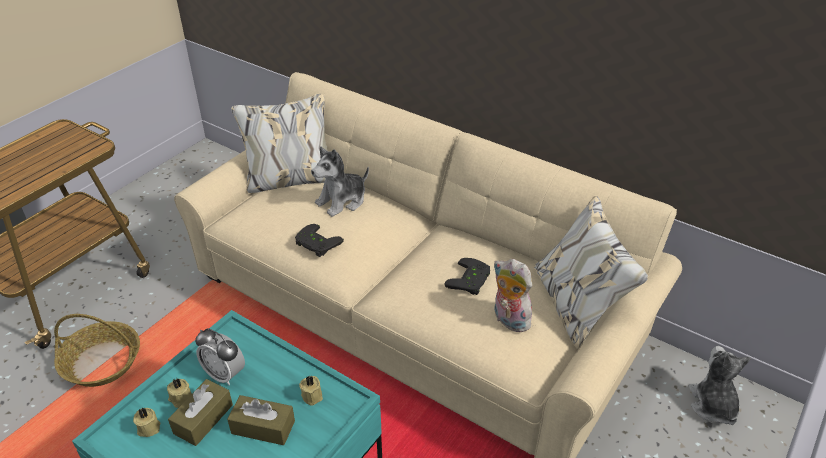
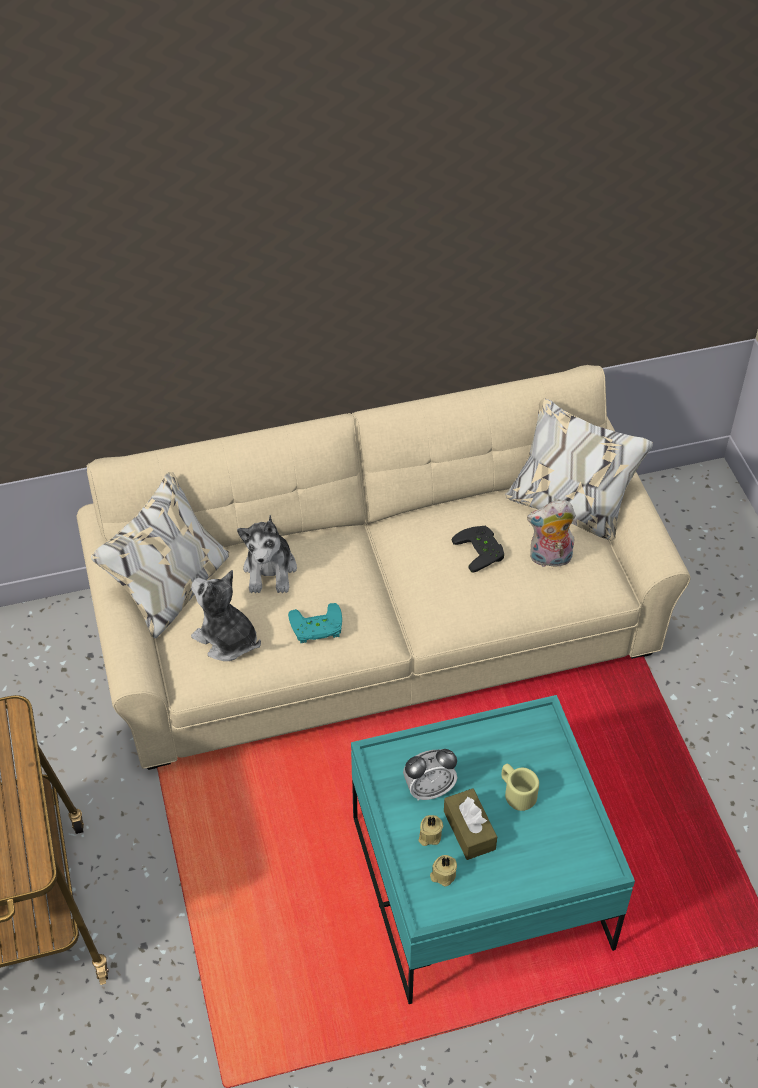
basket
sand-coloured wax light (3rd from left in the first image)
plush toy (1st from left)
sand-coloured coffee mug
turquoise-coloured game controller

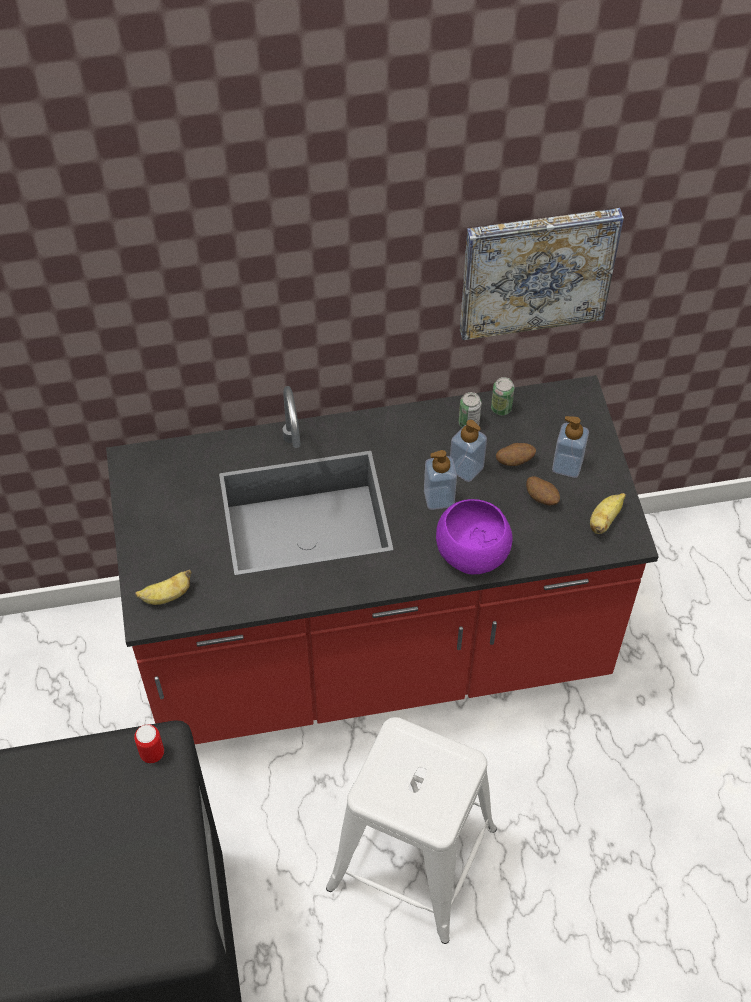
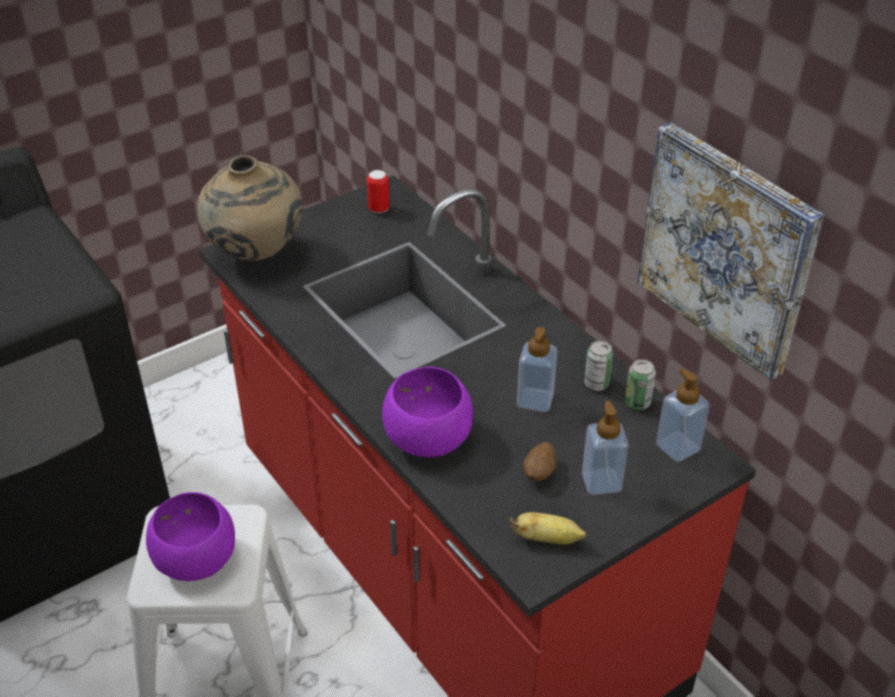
potato (1st from left in the first image)
purple-coloured bowl (1st from left)
can (1st from left)
soap dispenser (3rd from left)
sand-coloured vase

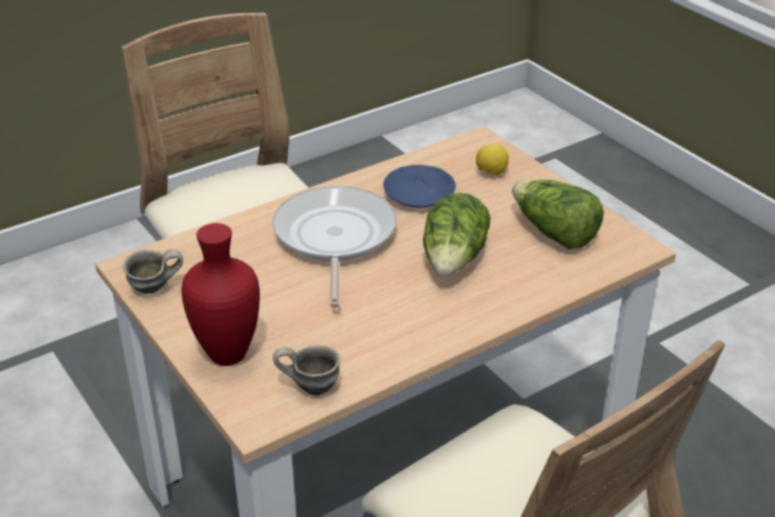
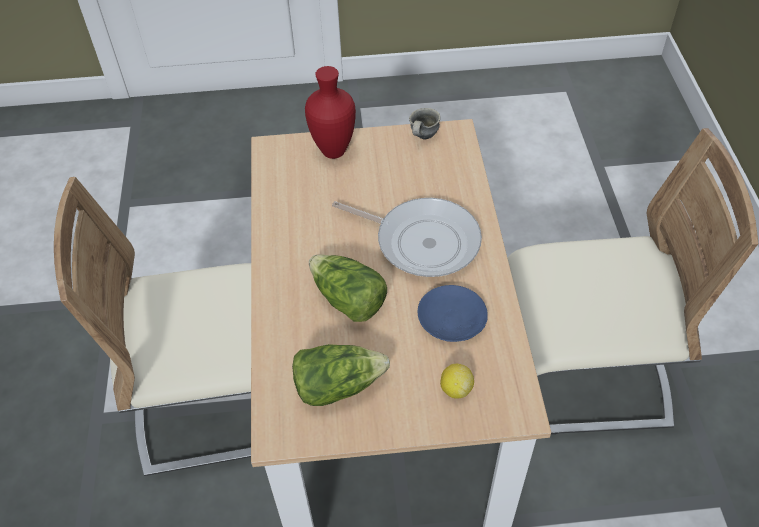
grey coffee mug (2nd from left in the first image)

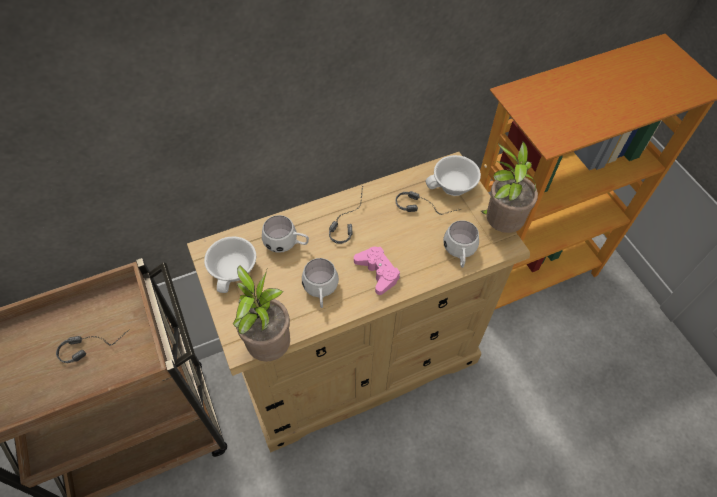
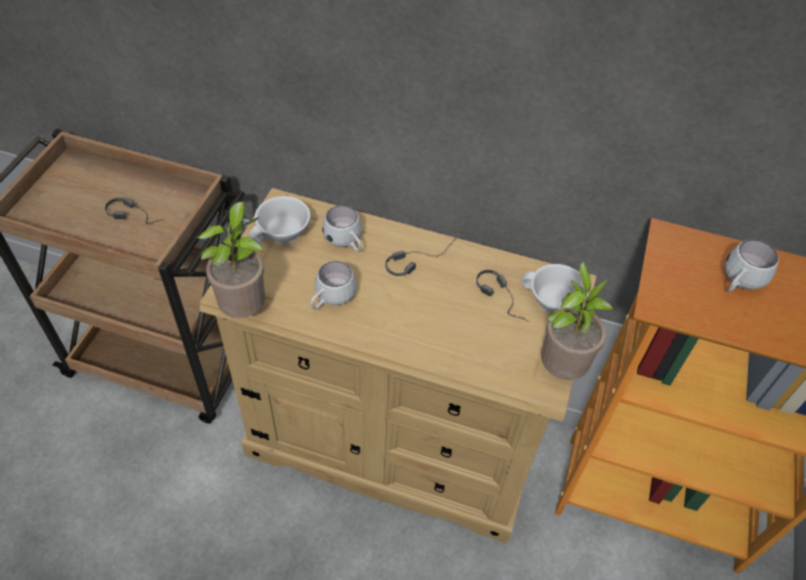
pink game controller
whitish coffee mug (3rd from left)

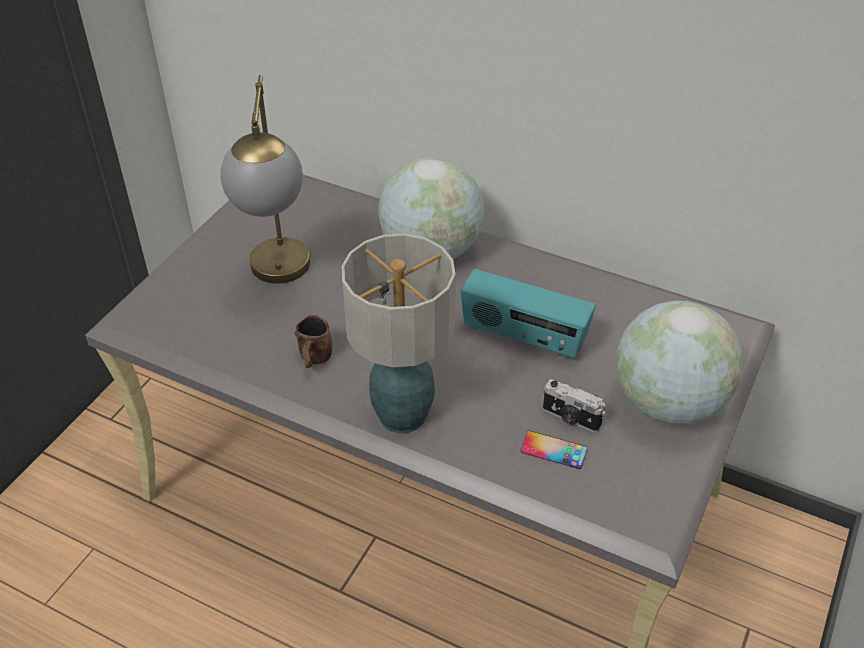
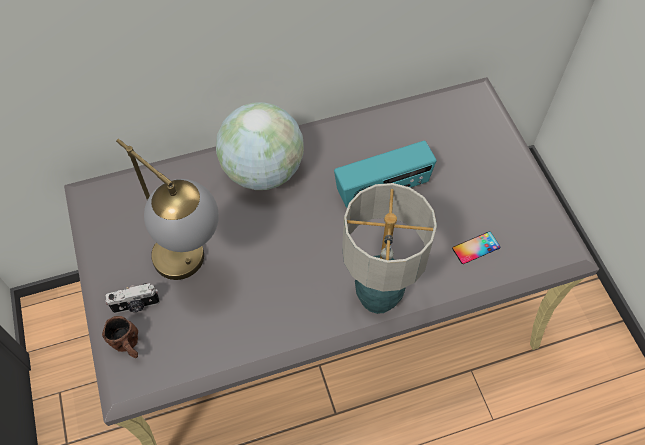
world globe (2nd from left in the first image)
brown-coloured coffee mug
still camera

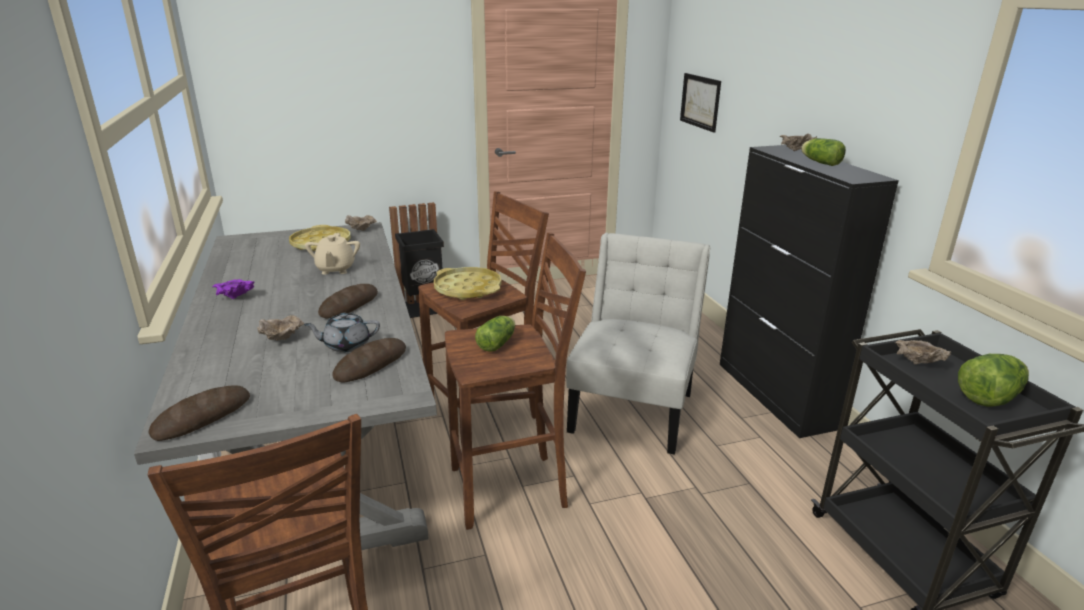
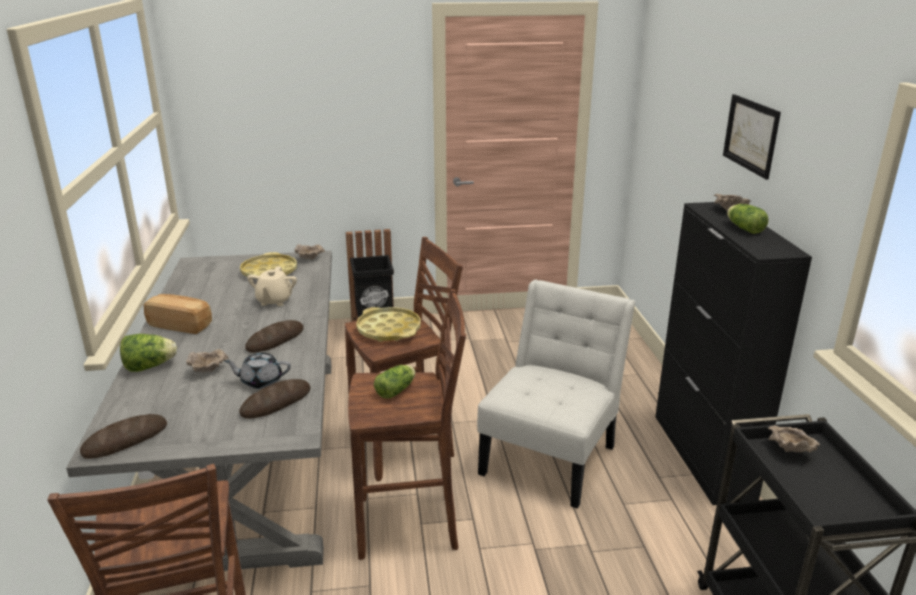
wall picture
lettuce head (1st from left)
bread (2nd from left)

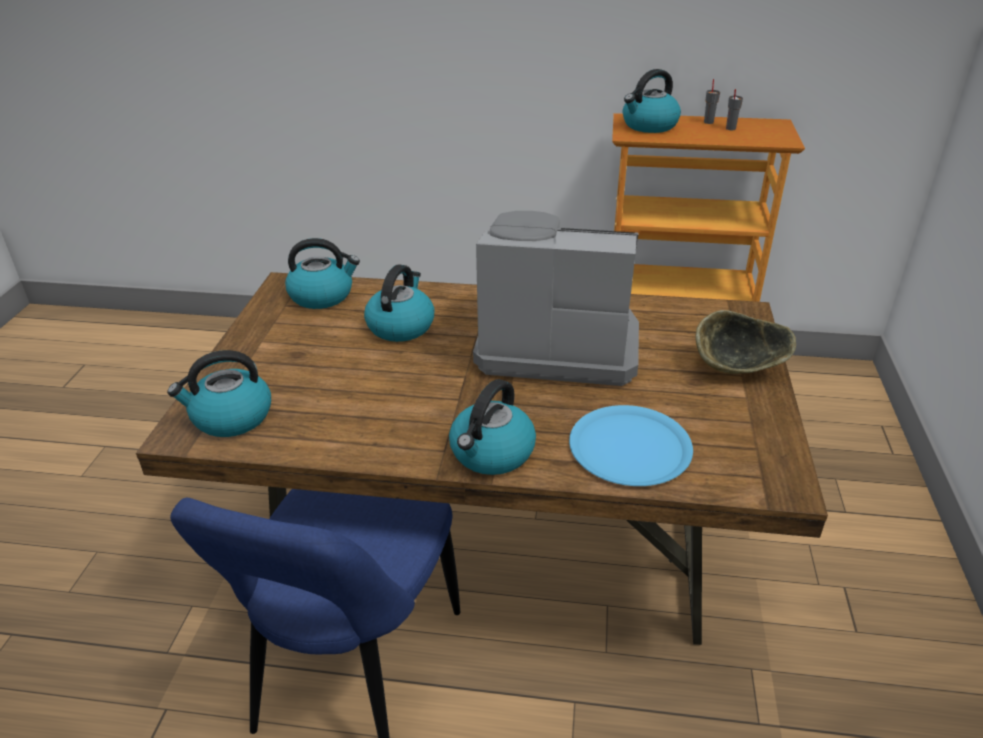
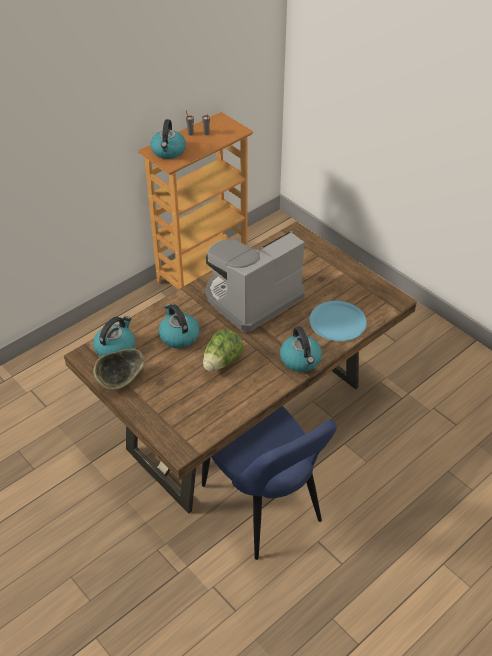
kettle (1st from left in the first image)
lettuce head
bowl

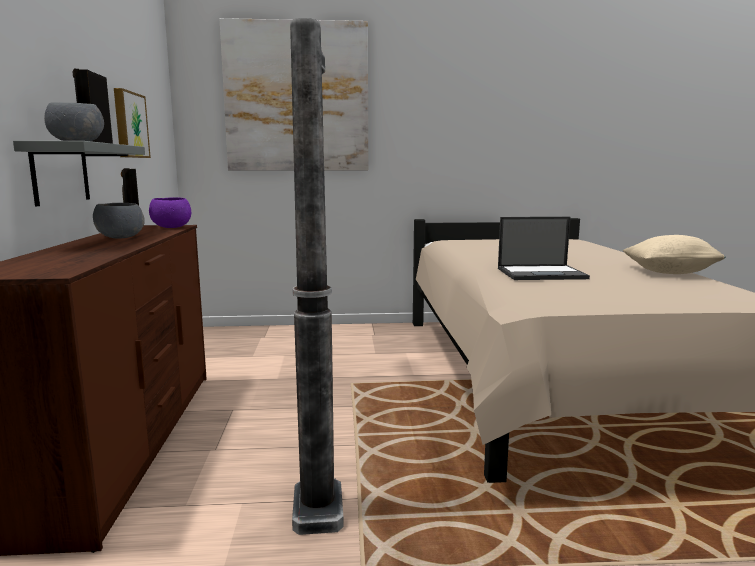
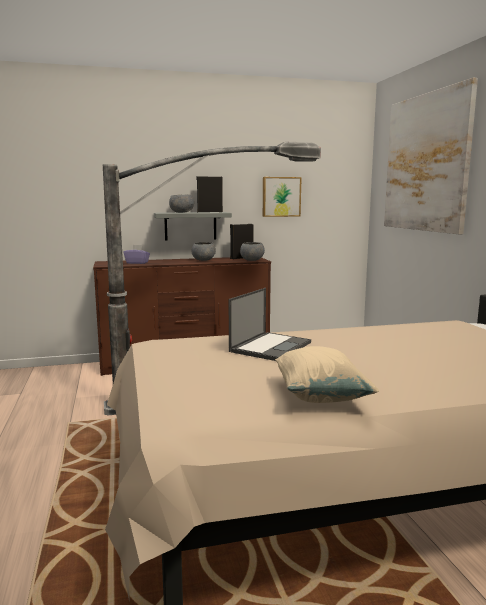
purple-coloured tissue holder
grey bowl (3rd from left)
portable computer

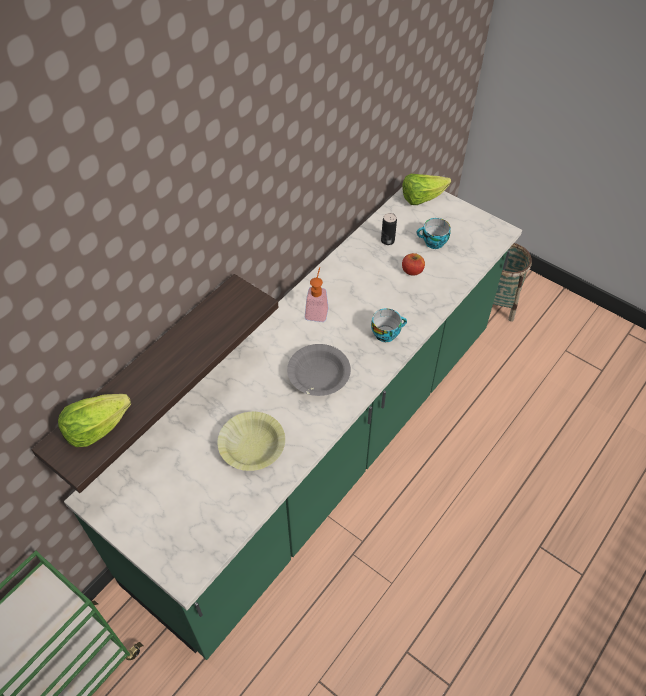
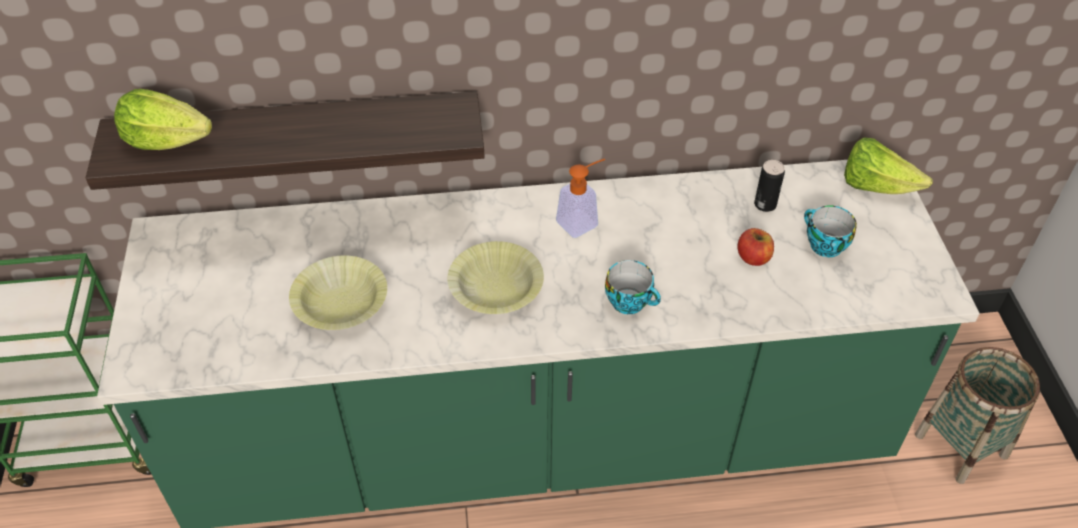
yellow-coloured bowl (2nd from left)

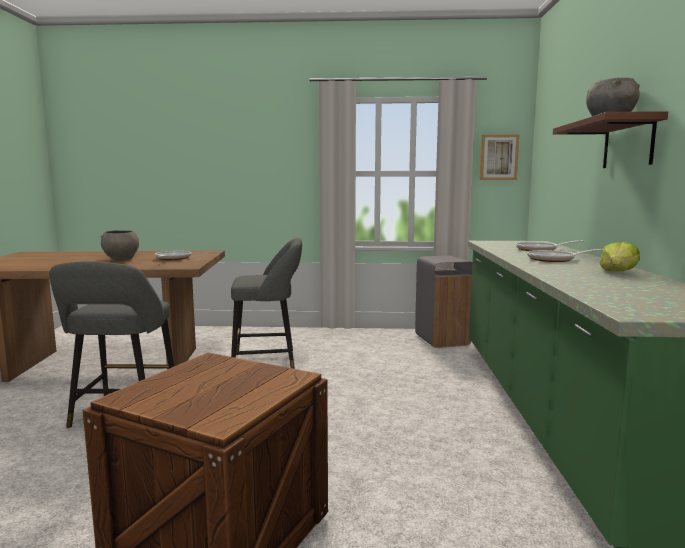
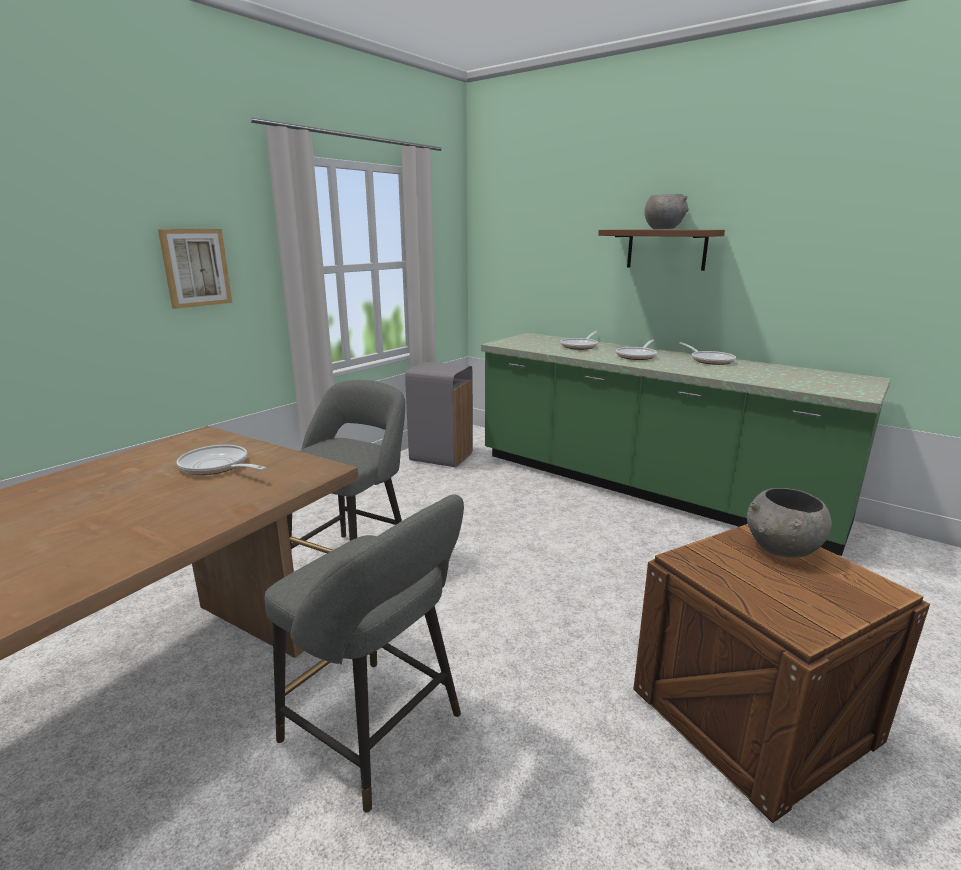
grey bowl (2nd from left)
wall picture
frying pan (4th from left)

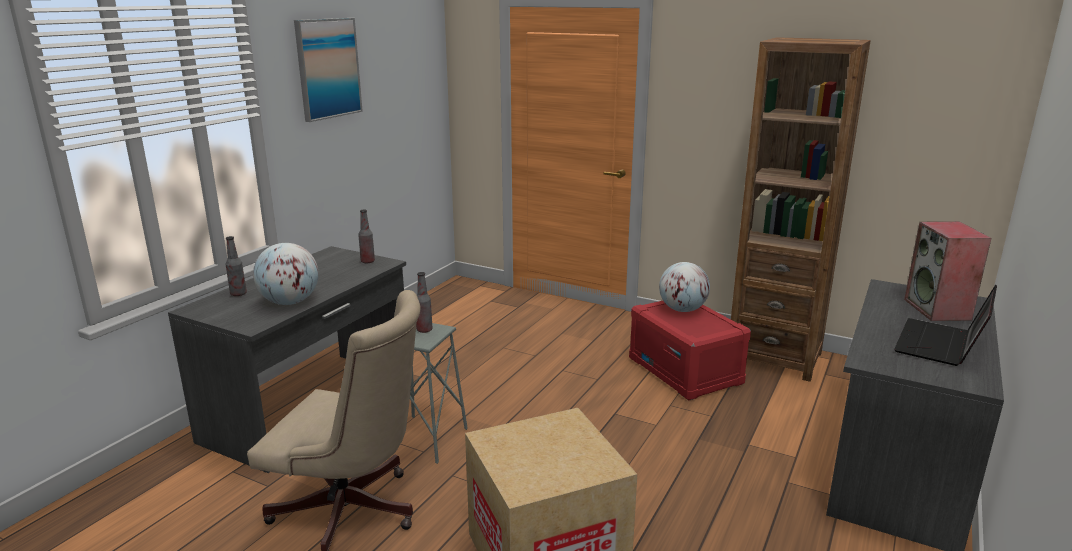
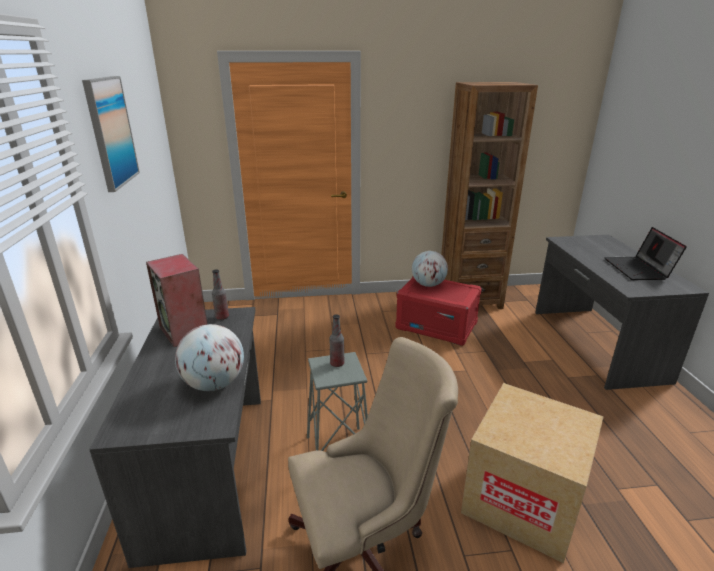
beverage bottle (1st from left in the first image)
speaker

